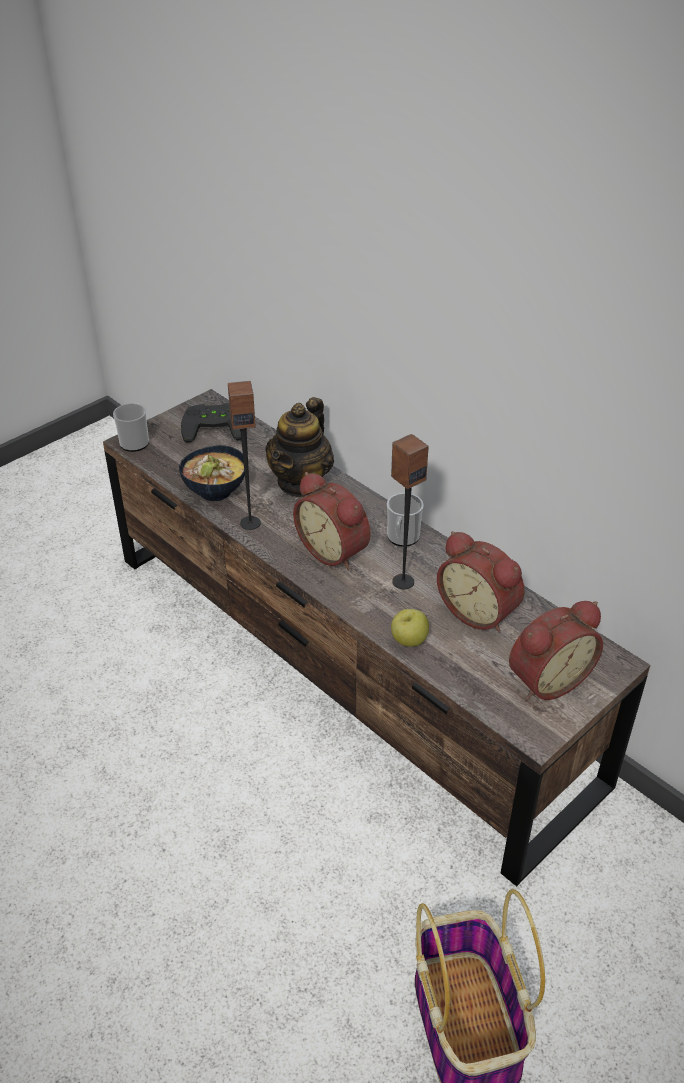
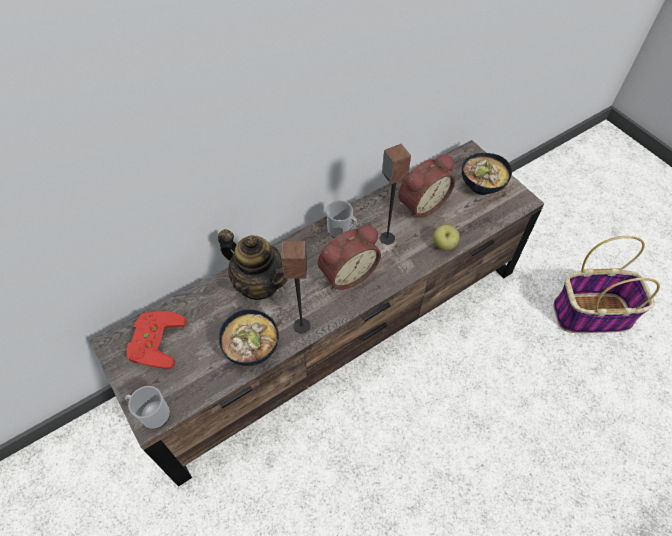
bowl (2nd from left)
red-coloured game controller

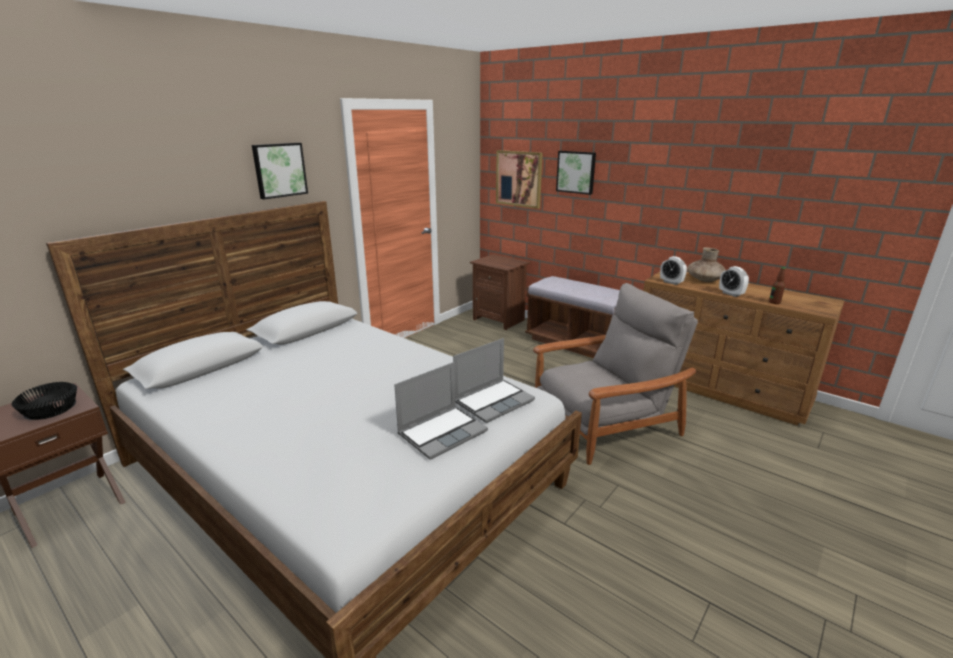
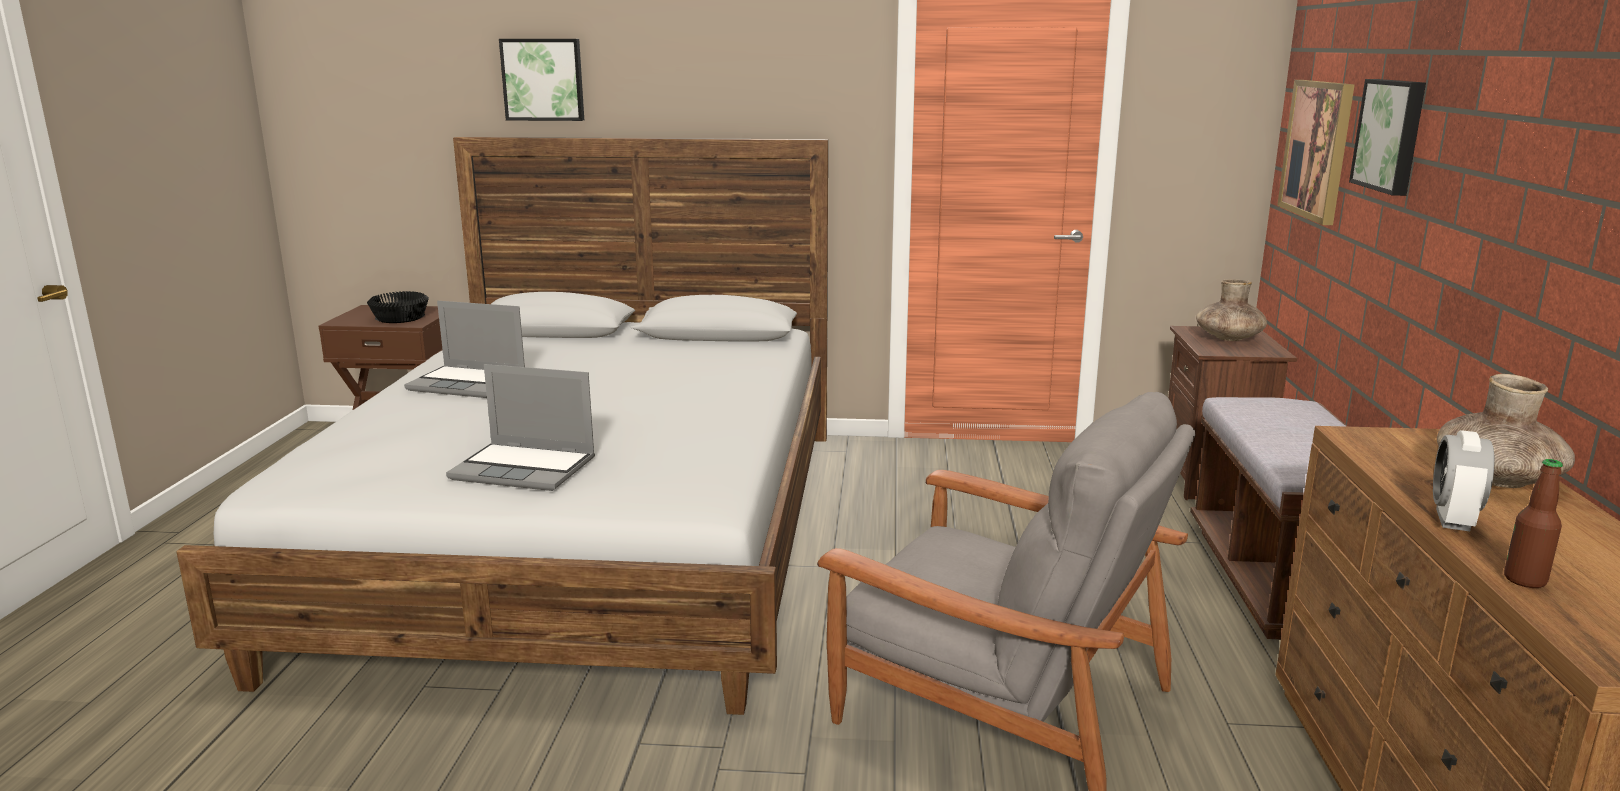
alarm clock (1st from left in the first image)
brown-coloured vase (1st from left)
wall picture (1st from left)
portable computer (1st from left)

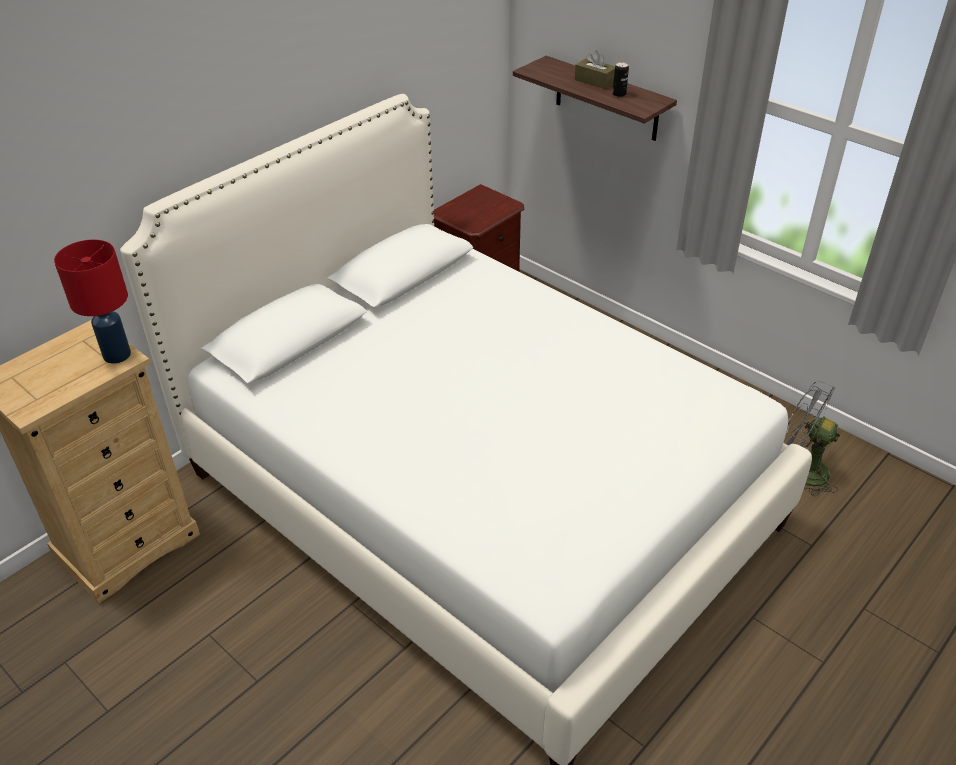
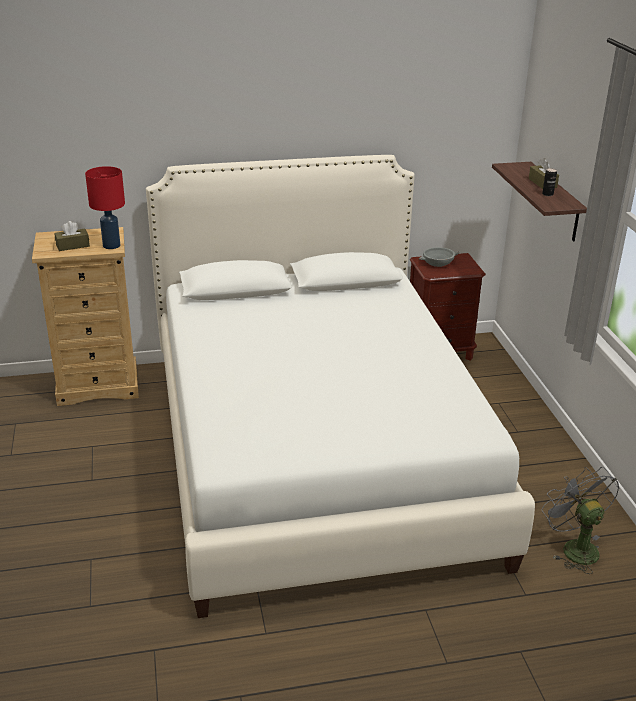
brown-coloured tissue holder (1st from left)
grey bowl

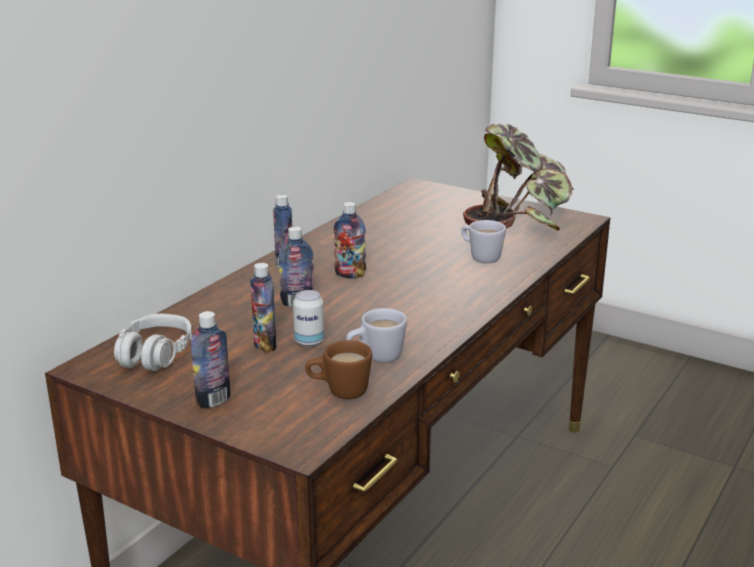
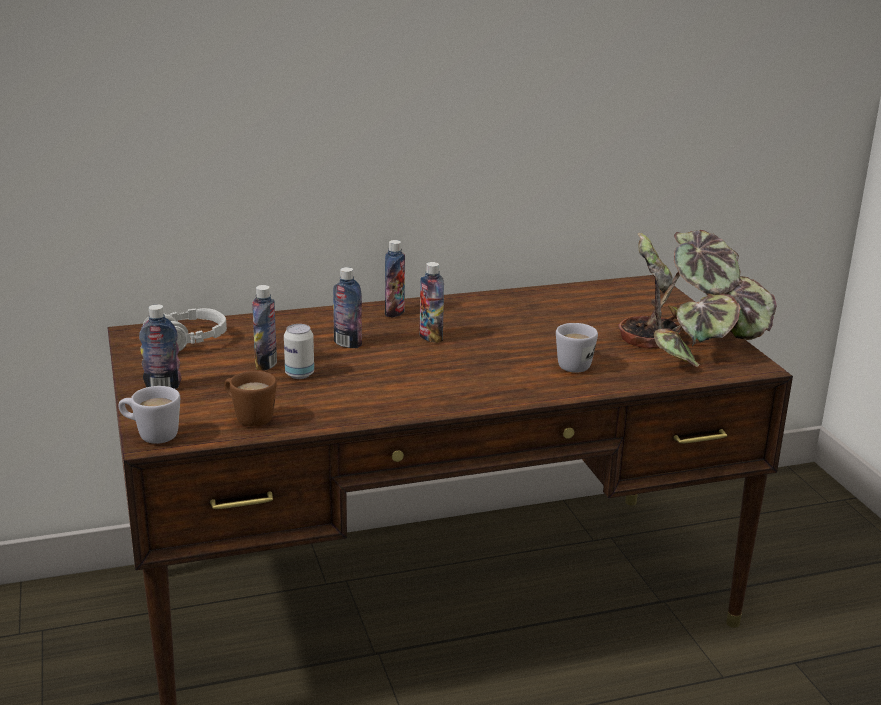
whitish coffee mug (1st from left)

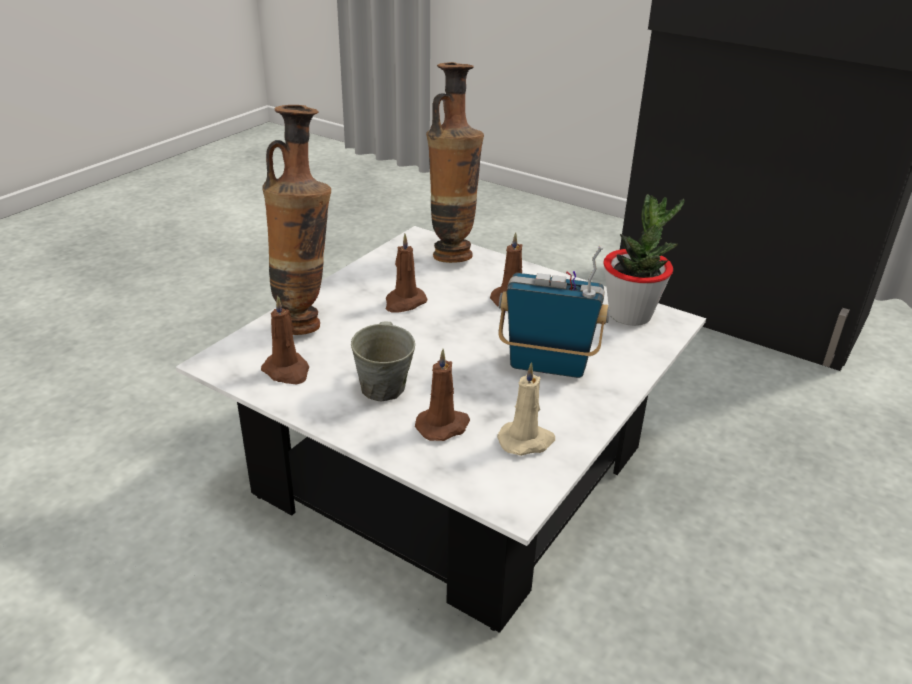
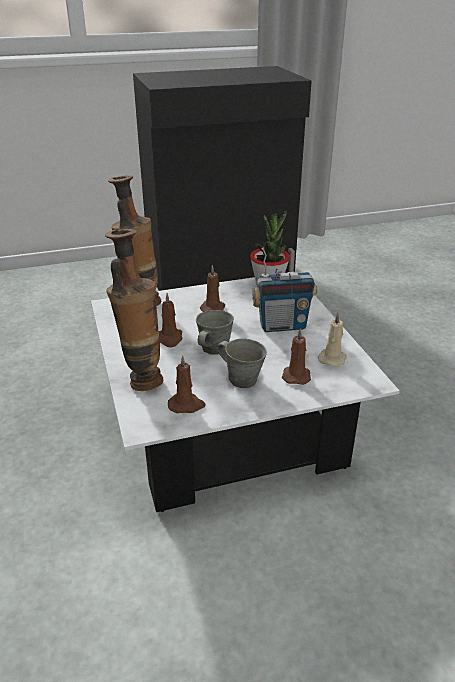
grey coffee mug (1st from left)
radio receiver

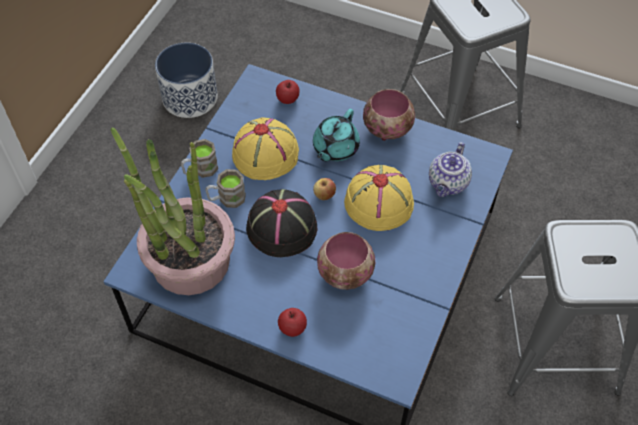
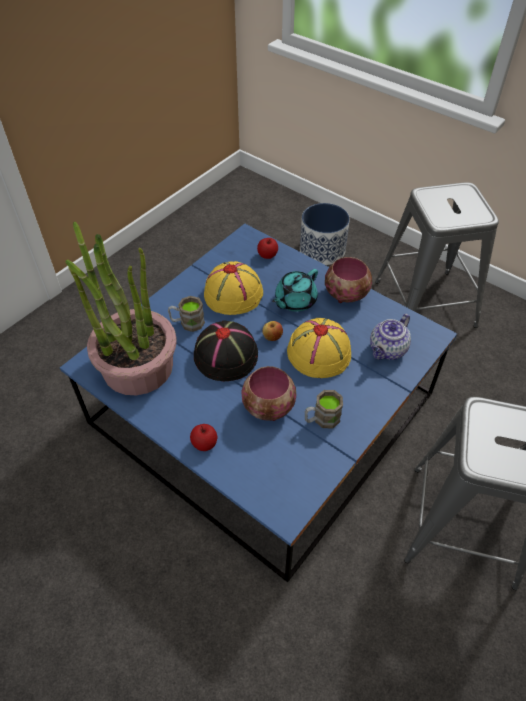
flower pot
brown-coloured coffee mug (2nd from left)

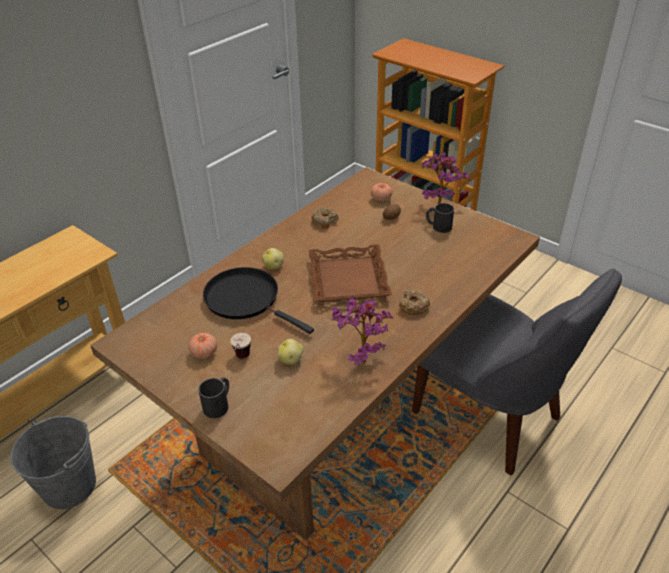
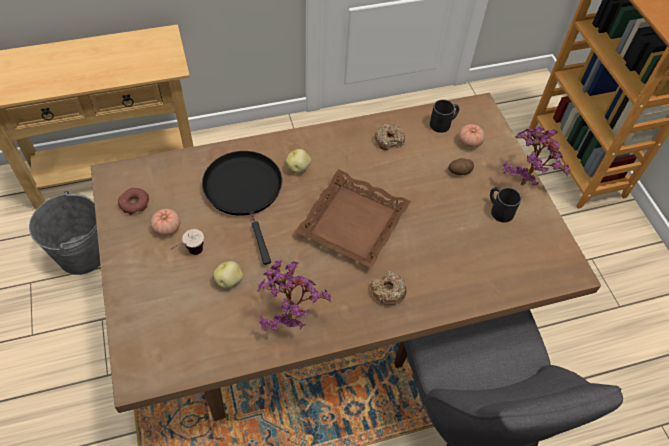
doughnut (1st from left)
blackish coffee mug (1st from left)

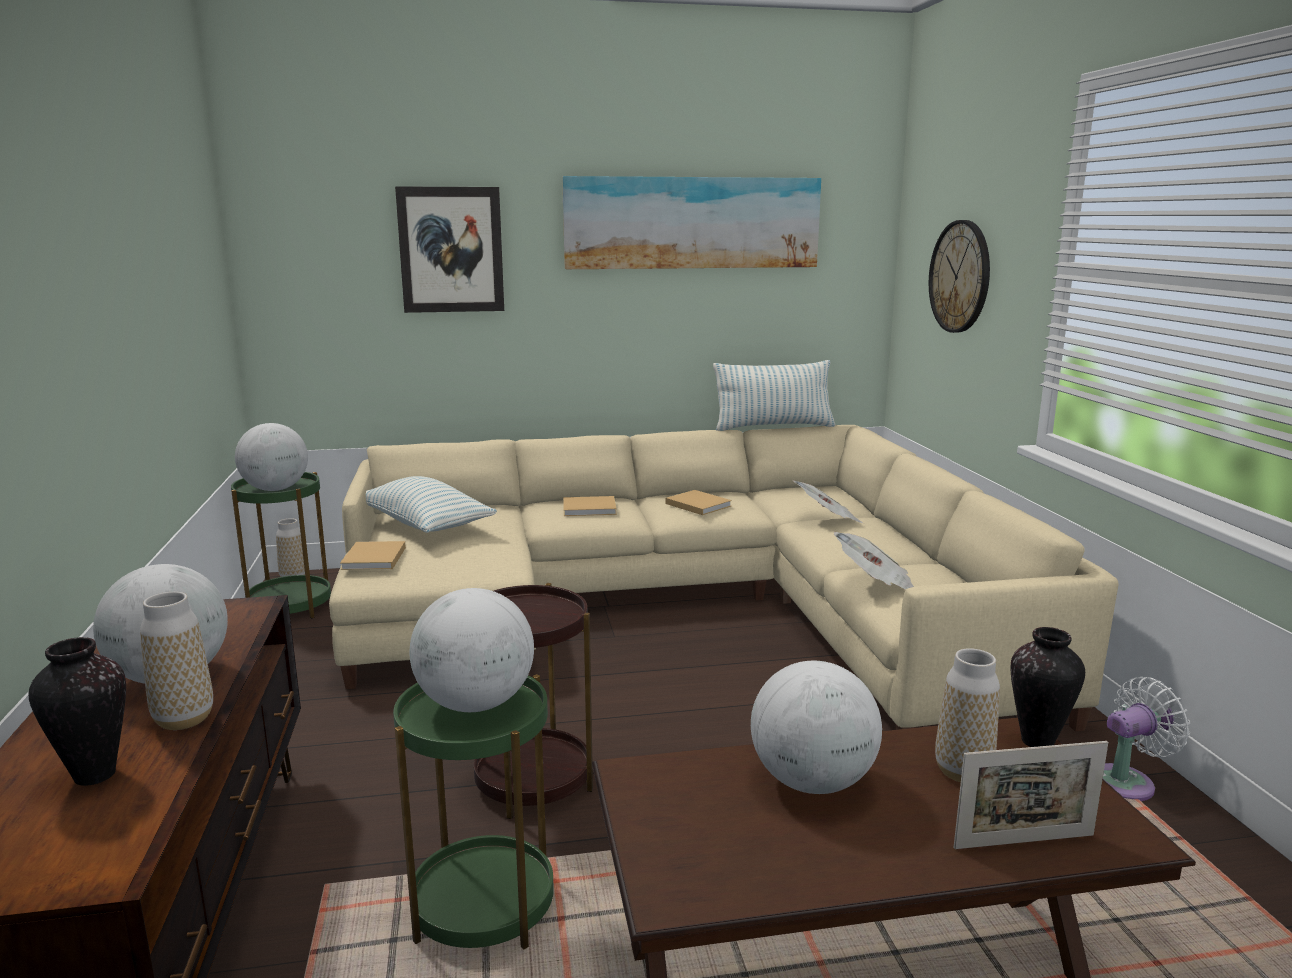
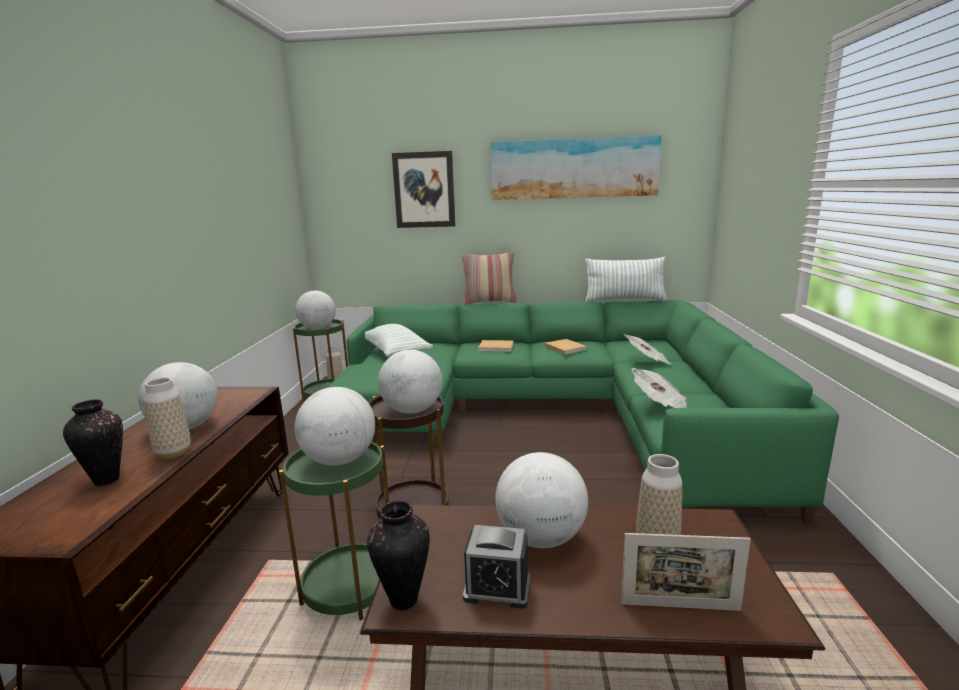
sand-coloured book (1st from left in the first image)
wall clock
whitish cooling fan
world globe (4th from left)
cushion (2nd from left)
alarm clock
vase (4th from left)
greenish sofa

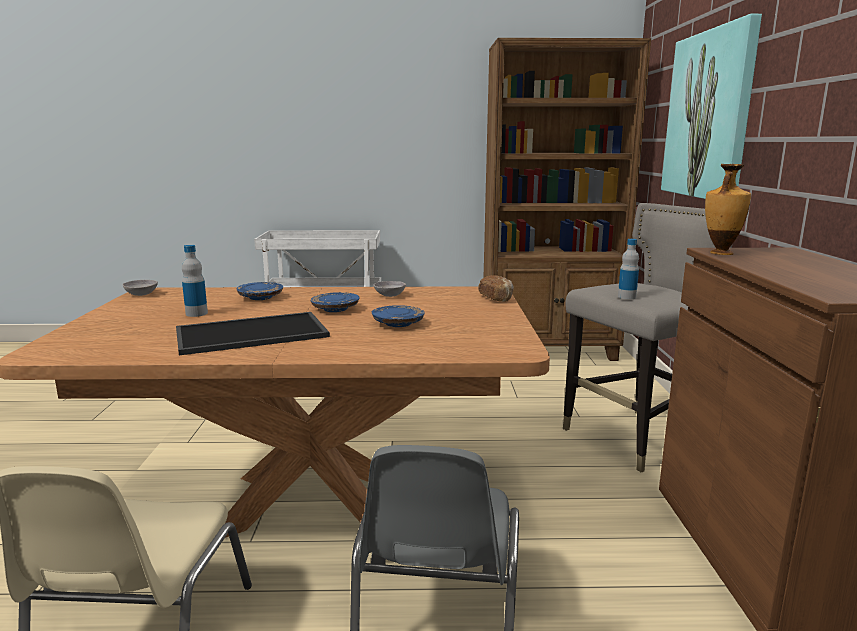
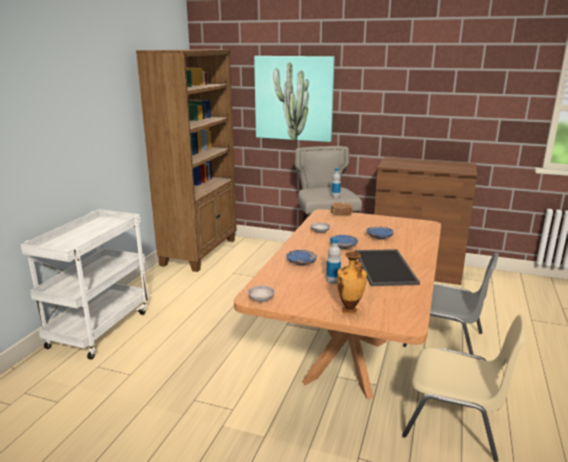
vase

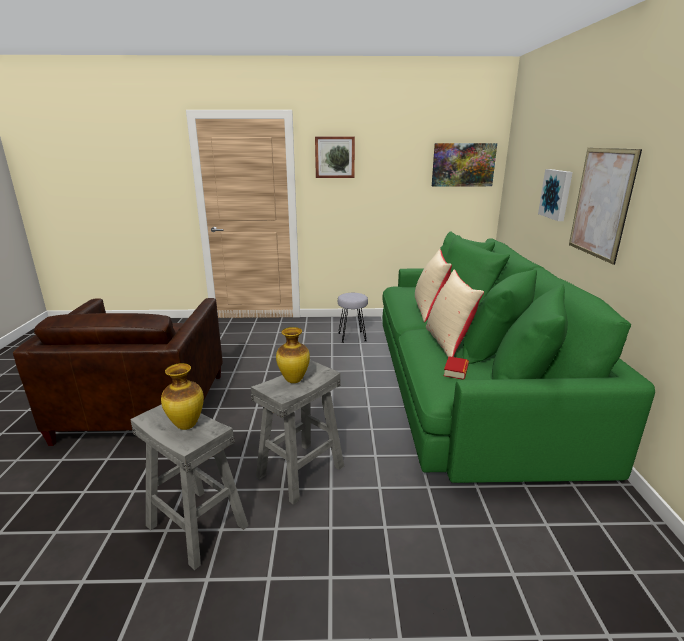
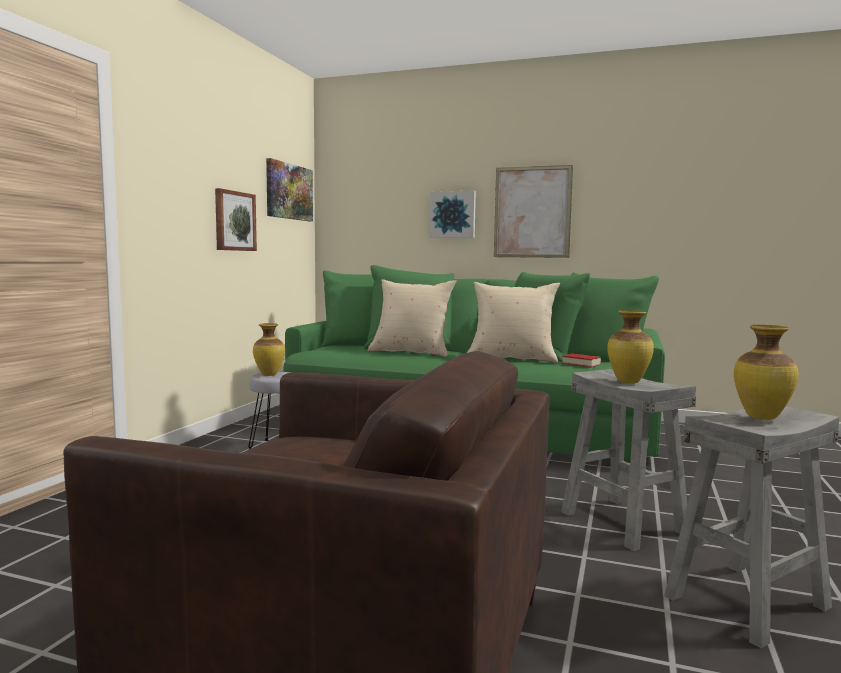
vase (1st from left)
wall picture (1st from left)

